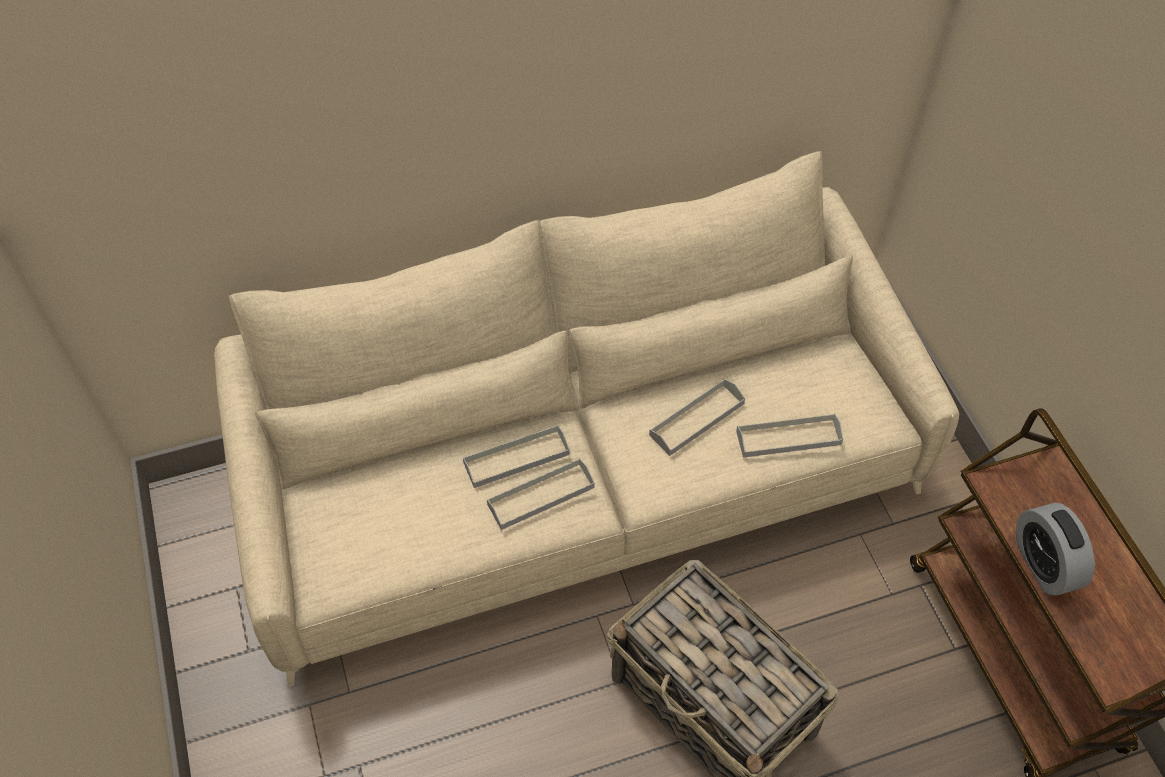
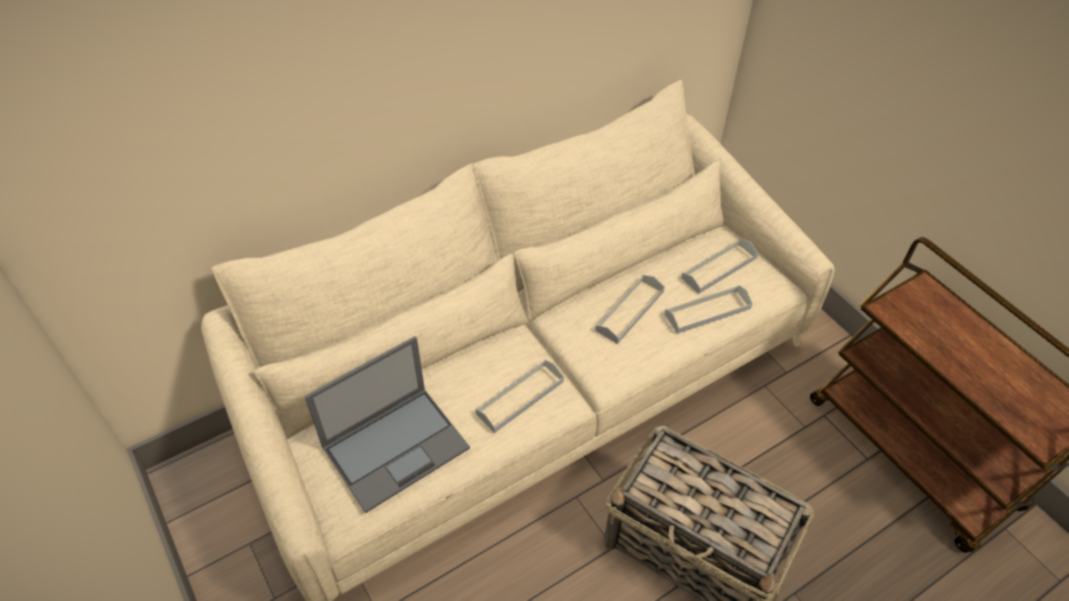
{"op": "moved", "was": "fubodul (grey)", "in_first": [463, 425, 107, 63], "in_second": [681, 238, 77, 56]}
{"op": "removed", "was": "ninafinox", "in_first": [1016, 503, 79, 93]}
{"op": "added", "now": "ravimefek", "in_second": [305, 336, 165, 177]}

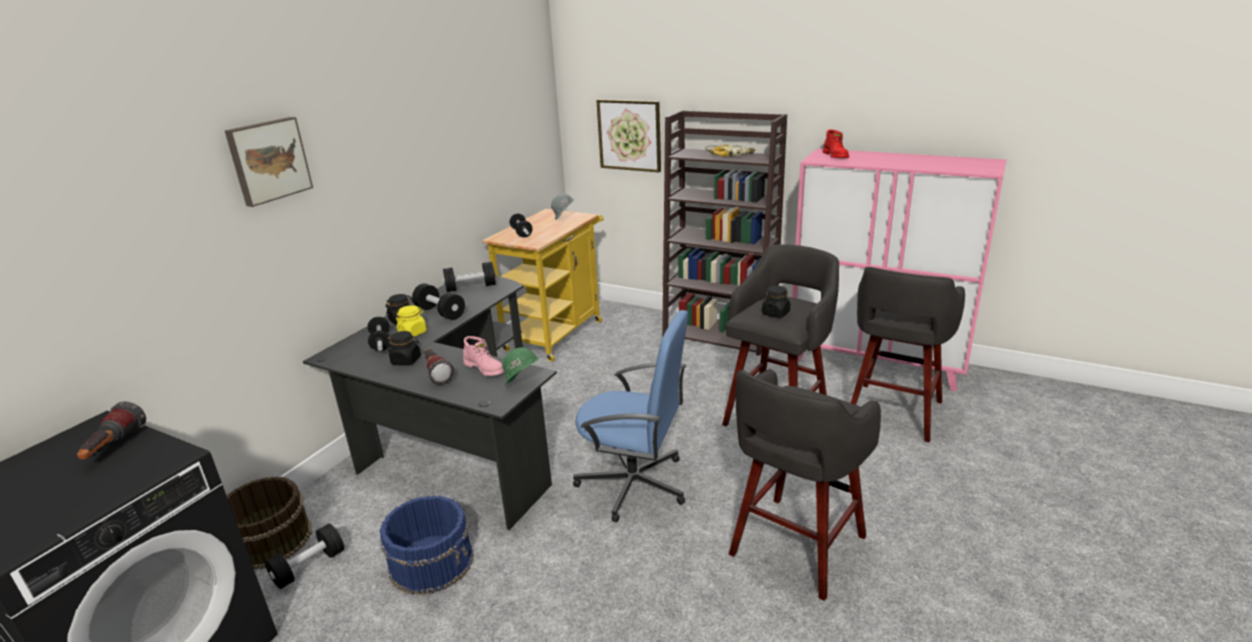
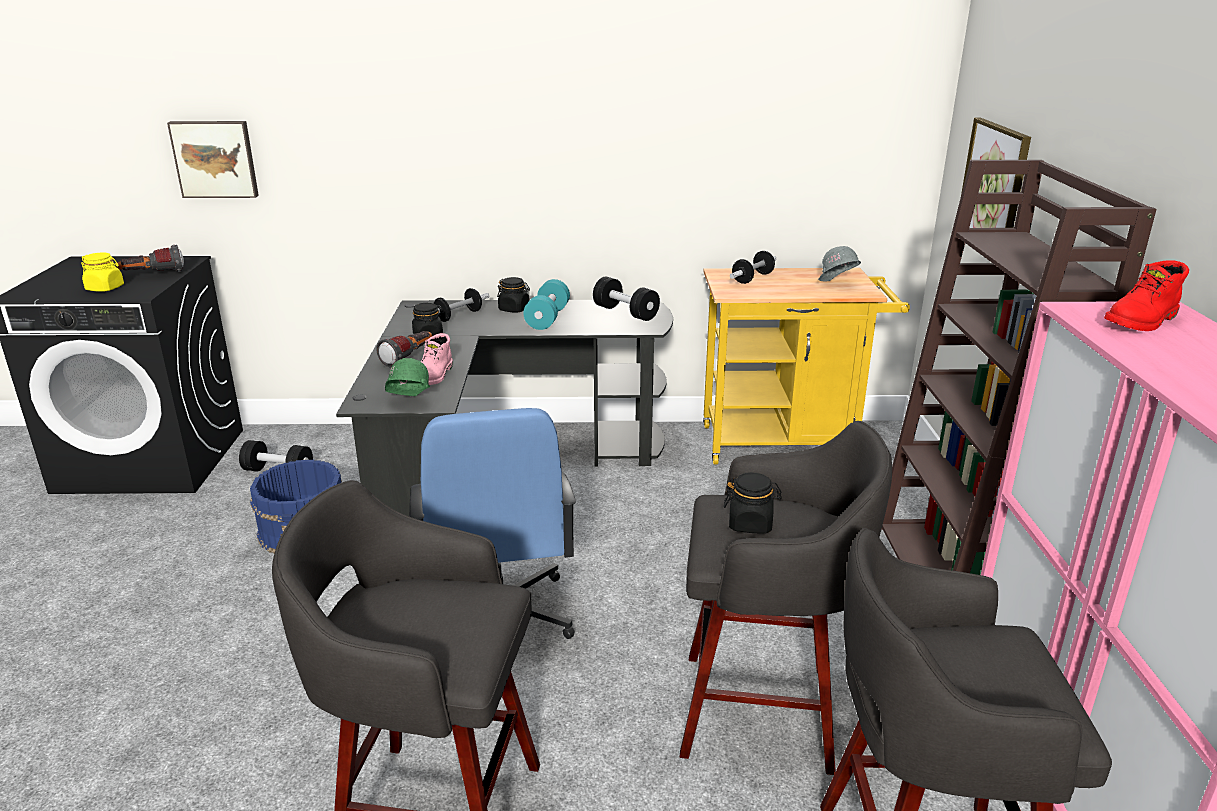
{"op": "moved", "was": "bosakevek", "in_first": [225, 117, 88, 90], "in_second": [167, 121, 92, 77]}
{"op": "removed", "was": "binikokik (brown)", "in_first": [227, 477, 85, 93]}
{"op": "moved", "was": "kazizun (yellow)", "in_first": [396, 305, 31, 31], "in_second": [81, 252, 43, 39]}
{"op": "recoloured", "was": "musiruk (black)", "now": "musiruk (turquoise)", "in_first": [412, 284, 53, 36], "in_second": [523, 279, 47, 51]}
{"op": "removed", "was": "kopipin", "in_first": [705, 144, 50, 13]}

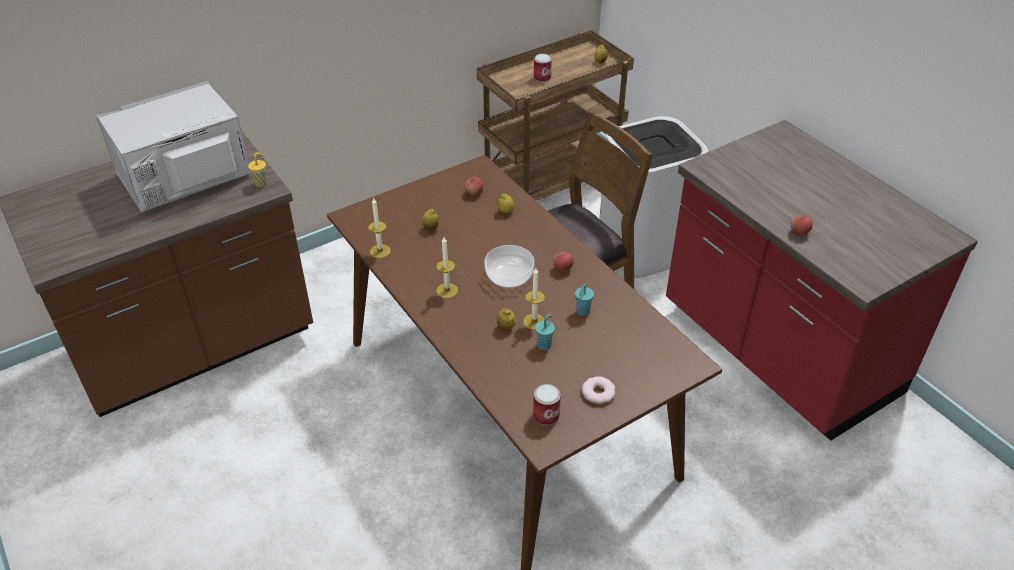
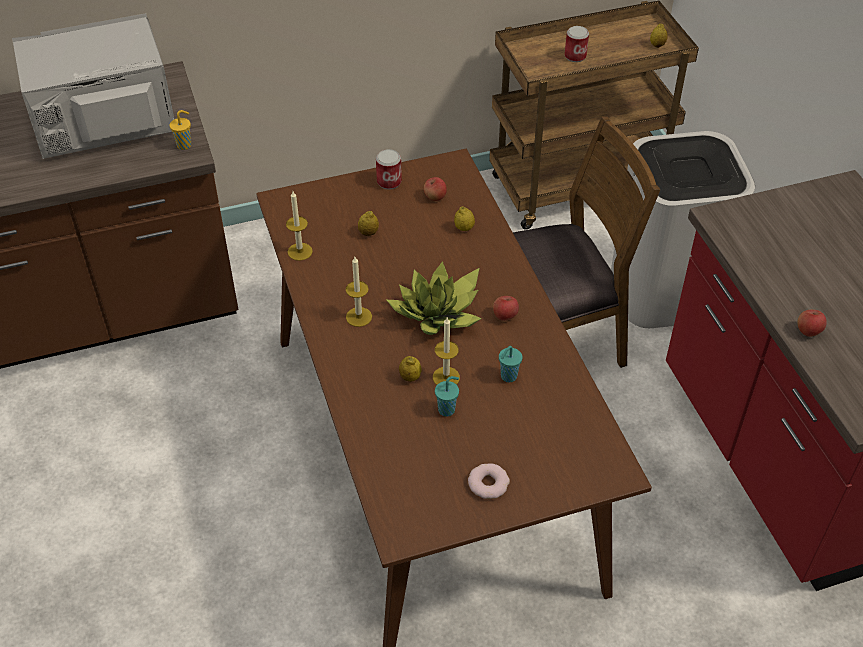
{"op": "replaced", "was": "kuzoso", "now": "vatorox", "in_first": [485, 245, 49, 43], "in_second": [387, 261, 95, 74]}
{"op": "moved", "was": "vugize", "in_first": [533, 384, 28, 41], "in_second": [376, 149, 26, 41]}

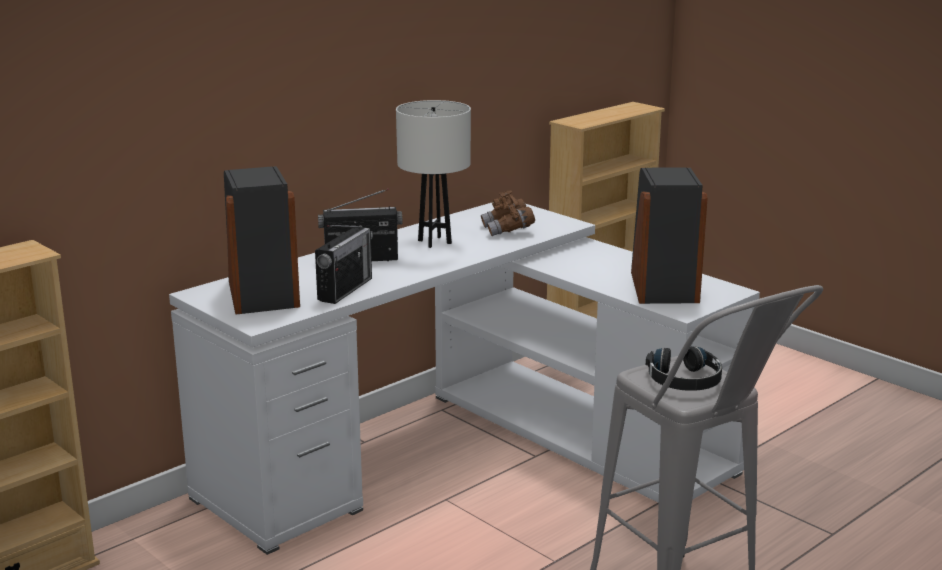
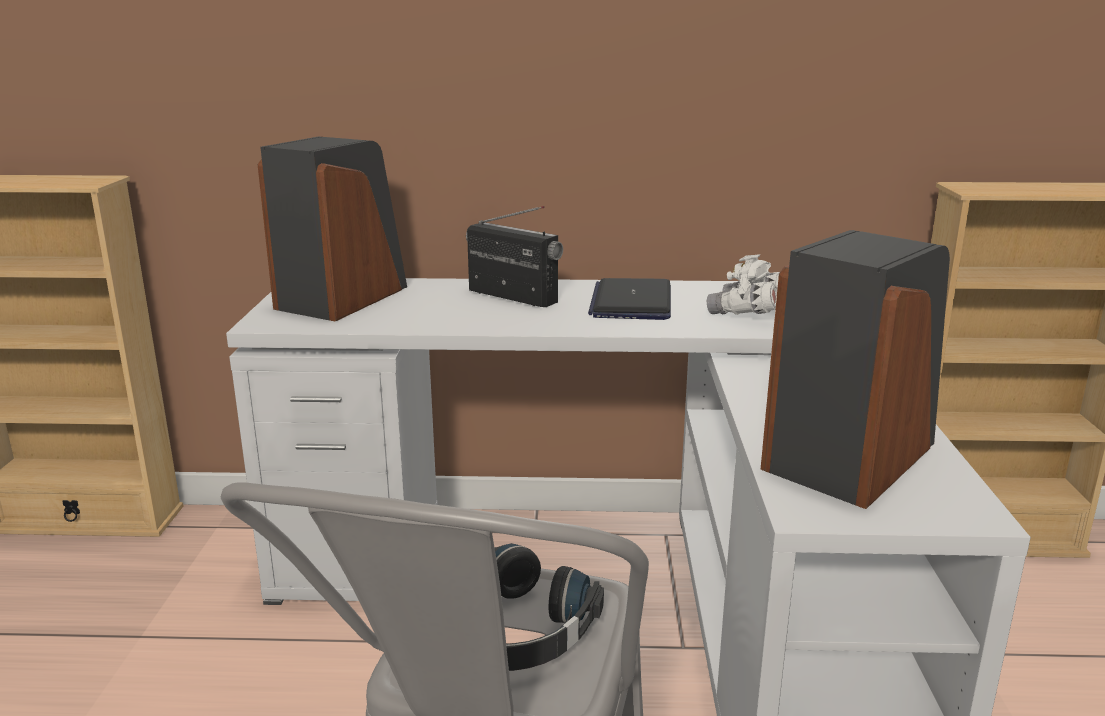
{"op": "removed", "was": "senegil", "in_first": [315, 225, 58, 79]}
{"op": "replaced", "was": "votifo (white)", "now": "ravimefek", "in_first": [396, 100, 75, 148], "in_second": [588, 278, 83, 42]}
{"op": "recoloured", "was": "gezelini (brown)", "now": "gezelini (white)", "in_first": [481, 191, 54, 45], "in_second": [707, 254, 73, 61]}

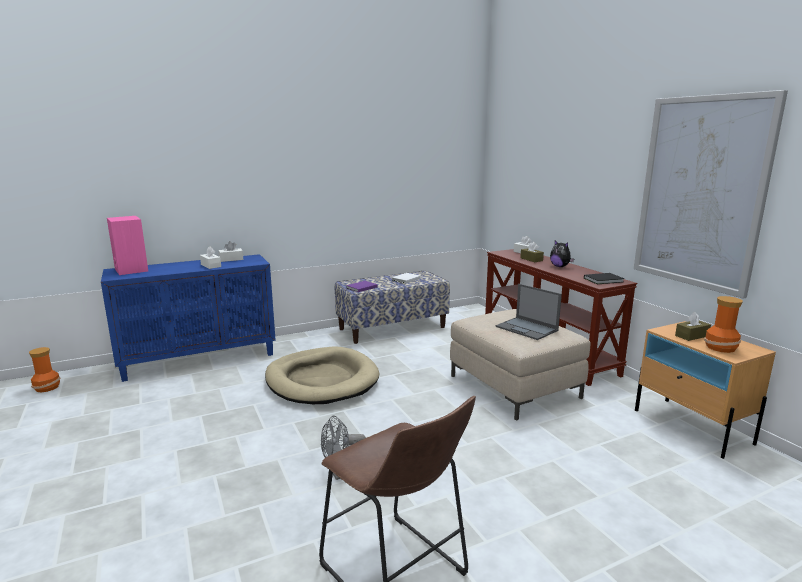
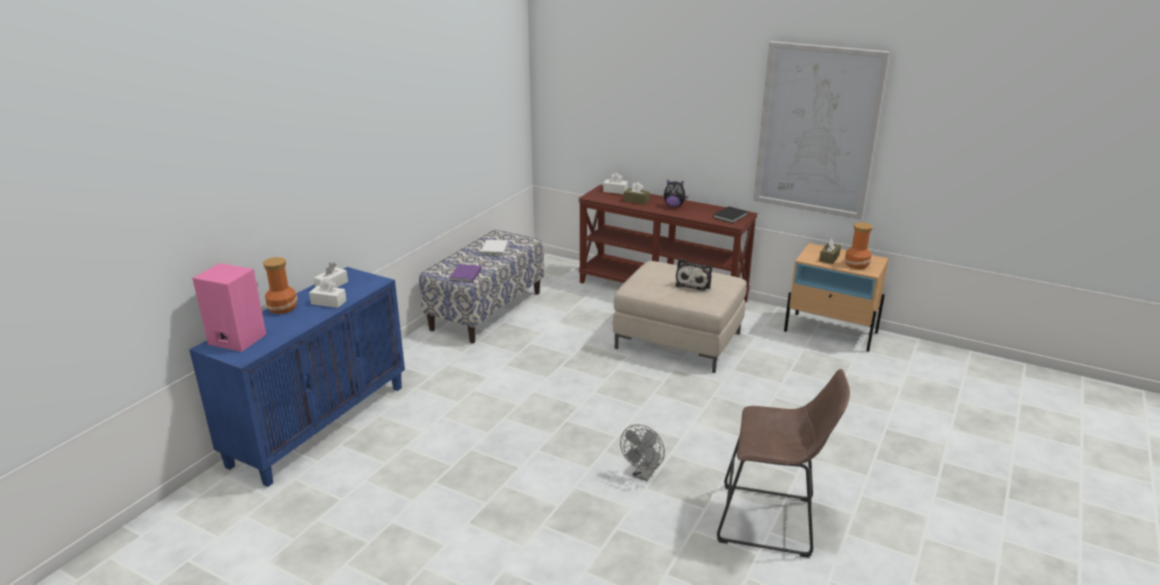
{"op": "moved", "was": "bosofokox", "in_first": [29, 347, 31, 45], "in_second": [263, 257, 35, 57]}
{"op": "removed", "was": "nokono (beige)", "in_first": [265, 347, 115, 57]}
{"op": "replaced", "was": "ravimefek", "now": "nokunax", "in_first": [496, 284, 66, 56], "in_second": [676, 259, 36, 32]}

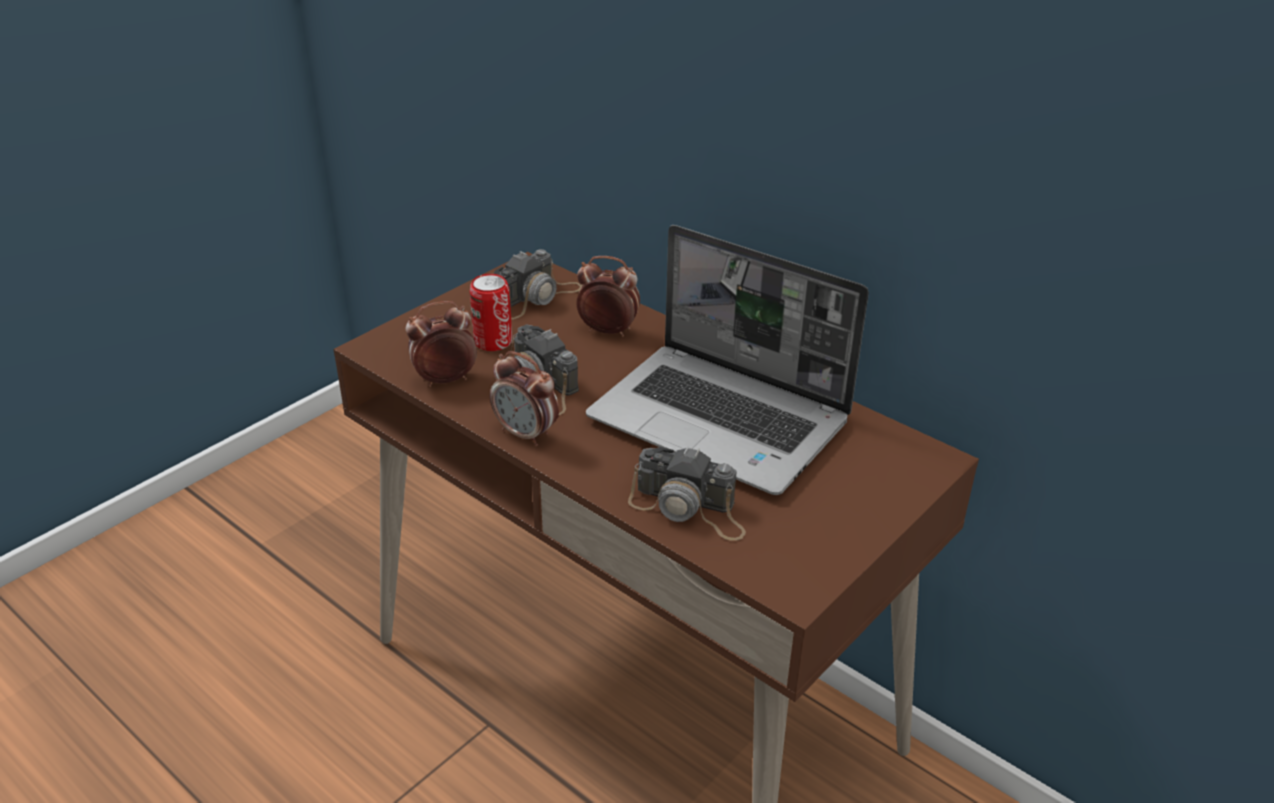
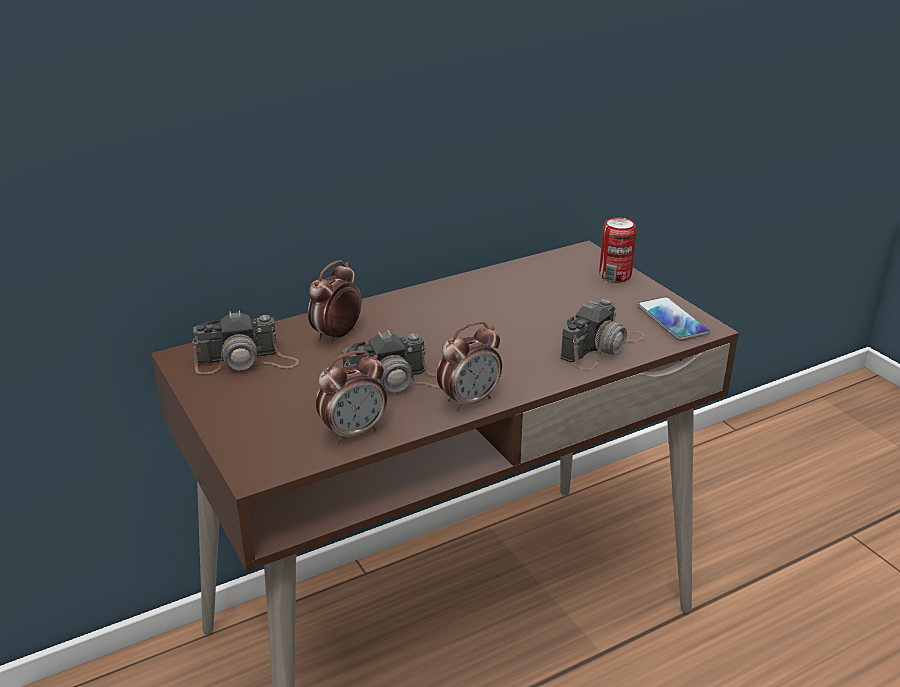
{"op": "turned", "was": "ninafinox", "in_first": [405, 301, 72, 86], "in_second": [316, 350, 71, 94], "clockwise": -120}
{"op": "moved", "was": "vugize", "in_first": [470, 274, 42, 77], "in_second": [599, 217, 37, 66]}
{"op": "turned", "was": "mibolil", "in_first": [494, 249, 89, 70], "in_second": [192, 310, 107, 64], "clockwise": 105}
{"op": "removed", "was": "ravimefek", "in_first": [586, 225, 283, 270]}
{"op": "added", "now": "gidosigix", "in_second": [637, 297, 73, 44]}

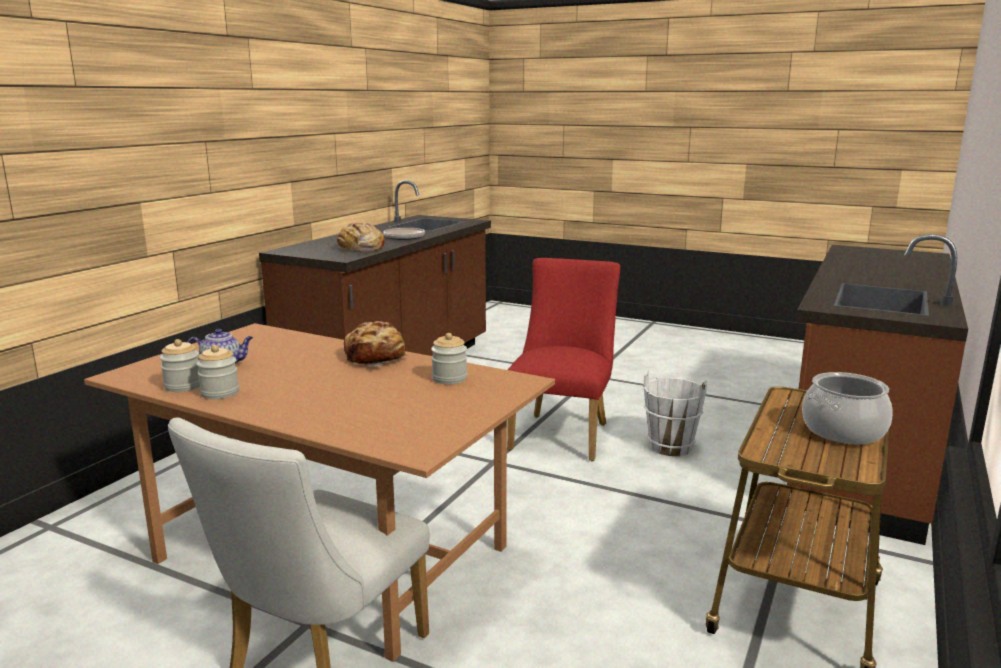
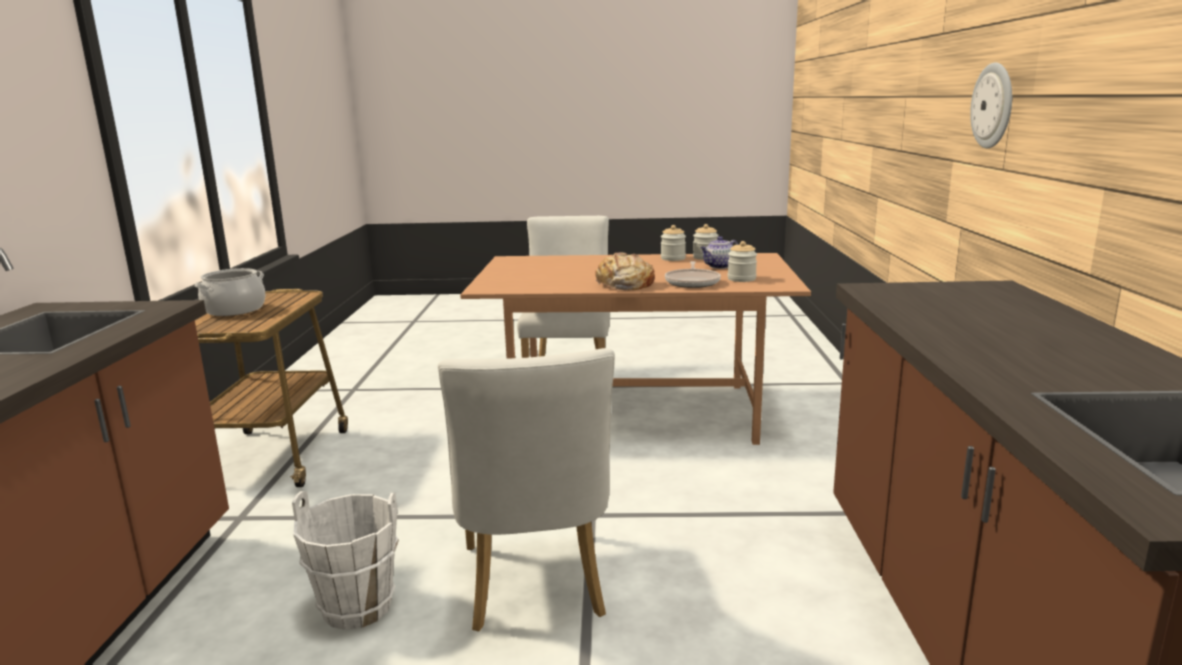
{"op": "removed", "was": "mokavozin", "in_first": [337, 223, 48, 29]}
{"op": "moved", "was": "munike", "in_first": [383, 228, 42, 12], "in_second": [665, 261, 56, 27]}
{"op": "moved", "was": "kazizun", "in_first": [431, 333, 36, 51], "in_second": [728, 241, 29, 41]}
{"op": "recoloured", "was": "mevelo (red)", "now": "mevelo (white)", "in_first": [507, 258, 114, 203], "in_second": [438, 348, 177, 283]}
{"op": "added", "now": "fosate", "in_second": [970, 63, 42, 85]}

